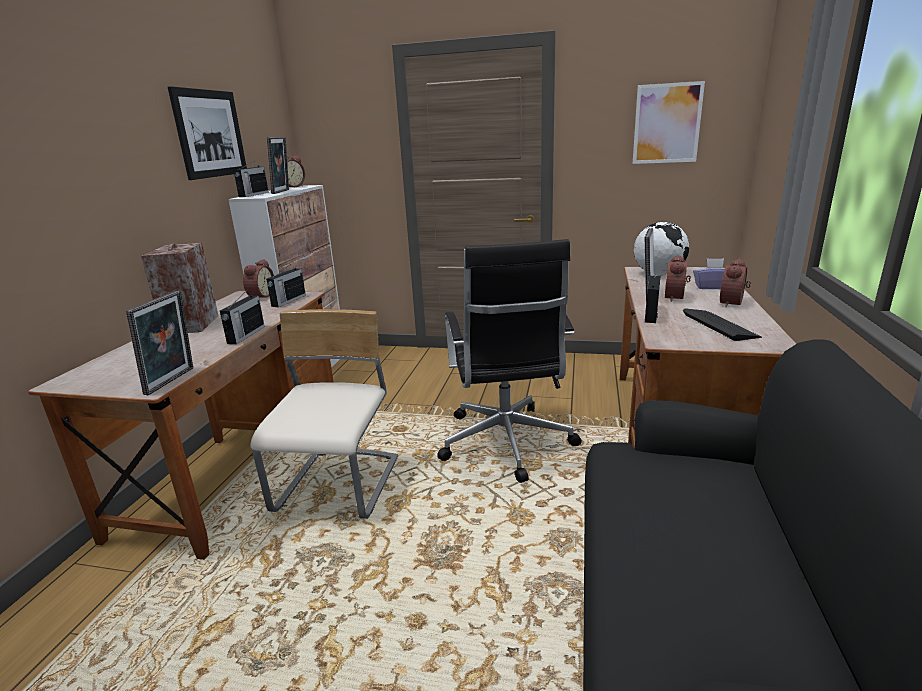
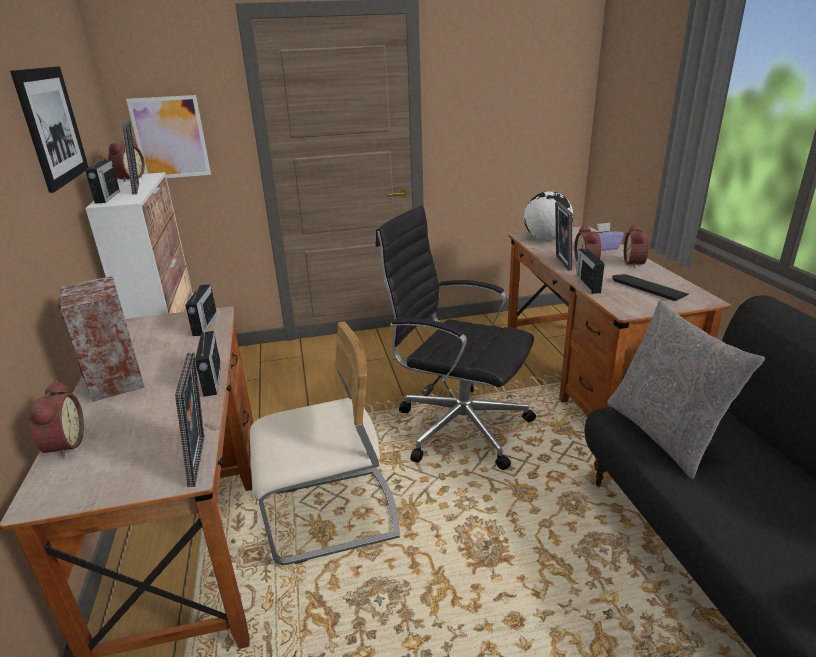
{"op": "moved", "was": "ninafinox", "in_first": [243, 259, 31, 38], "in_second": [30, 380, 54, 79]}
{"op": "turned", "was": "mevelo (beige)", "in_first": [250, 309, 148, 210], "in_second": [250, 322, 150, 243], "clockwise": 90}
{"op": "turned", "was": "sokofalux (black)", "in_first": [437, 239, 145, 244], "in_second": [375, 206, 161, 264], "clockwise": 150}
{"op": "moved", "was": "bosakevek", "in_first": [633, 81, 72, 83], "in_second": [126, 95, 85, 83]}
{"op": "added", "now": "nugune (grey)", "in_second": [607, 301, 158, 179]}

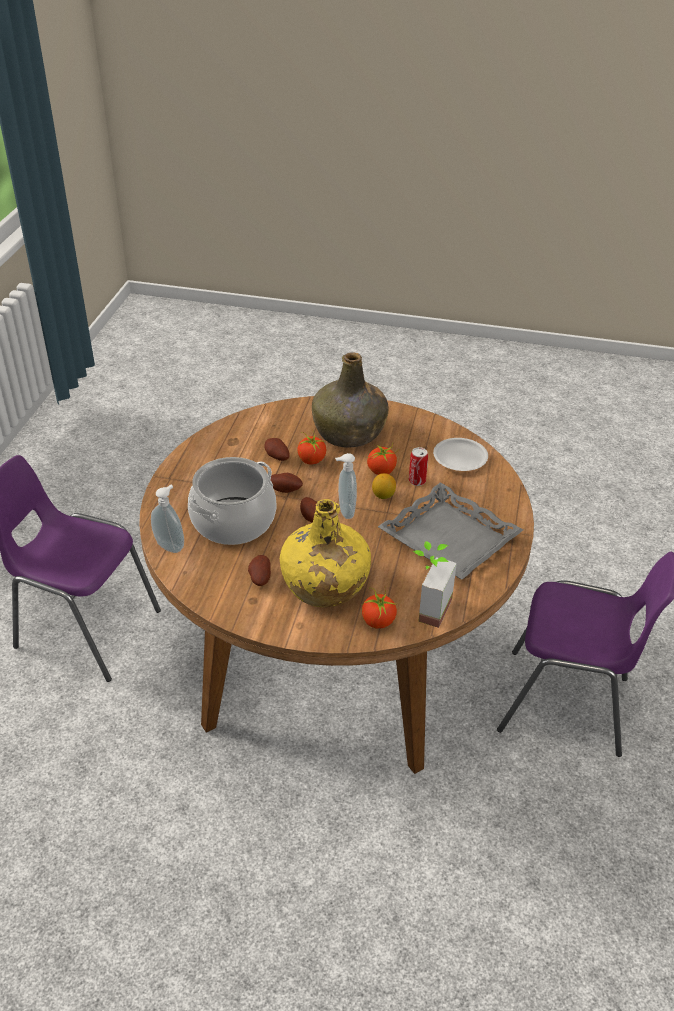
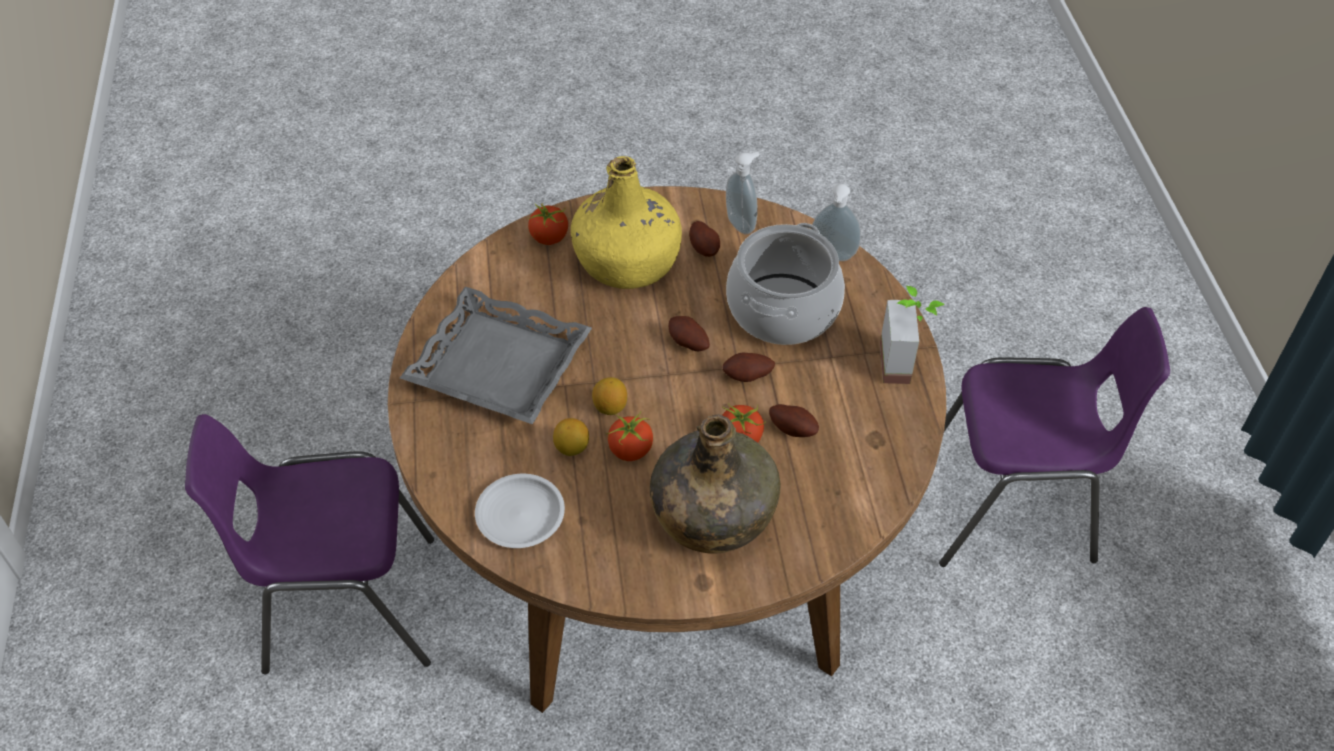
{"op": "moved", "was": "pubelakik", "in_first": [335, 453, 22, 66], "in_second": [726, 152, 33, 82]}
{"op": "replaced", "was": "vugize", "now": "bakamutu", "in_first": [409, 447, 19, 39], "in_second": [553, 418, 36, 38]}
{"op": "moved", "was": "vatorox", "in_first": [413, 541, 44, 87], "in_second": [880, 286, 65, 98]}

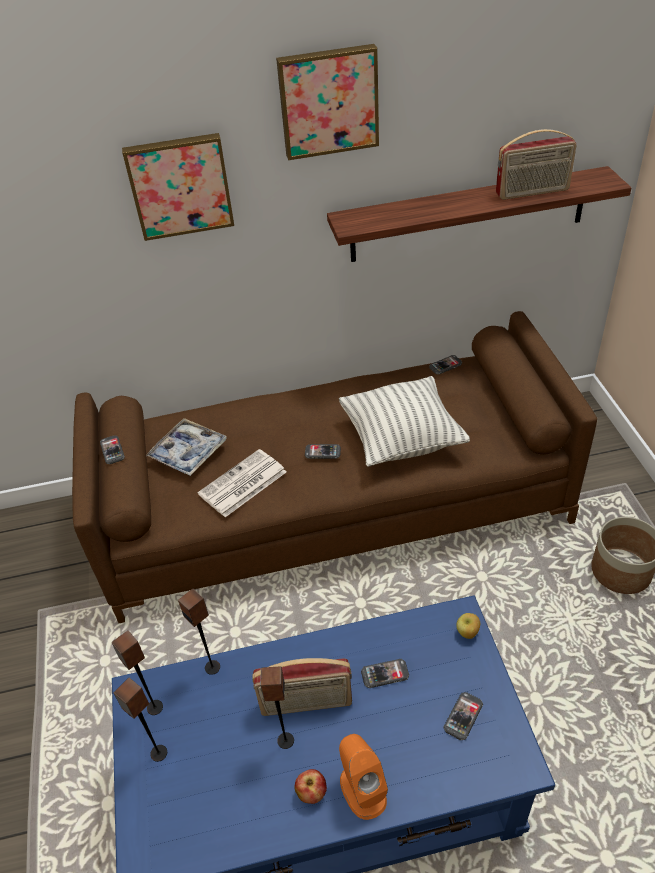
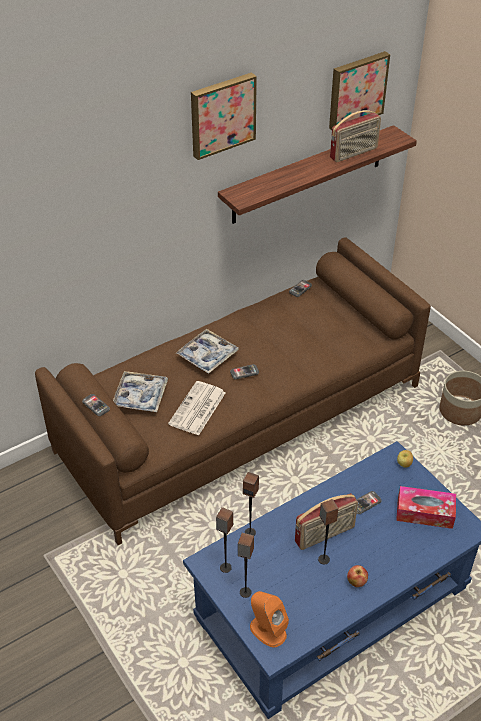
{"op": "moved", "was": "bosakevek", "in_first": [122, 133, 112, 108], "in_second": [329, 51, 61, 79]}
{"op": "removed", "was": "nugune", "in_first": [339, 376, 131, 91]}
{"op": "moved", "was": "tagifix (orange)", "in_first": [339, 734, 49, 86], "in_second": [250, 591, 39, 56]}
{"op": "replaced", "was": "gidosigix", "now": "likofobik", "in_first": [444, 692, 39, 48], "in_second": [396, 486, 60, 43]}
{"op": "added", "now": "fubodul", "in_second": [175, 329, 63, 45]}

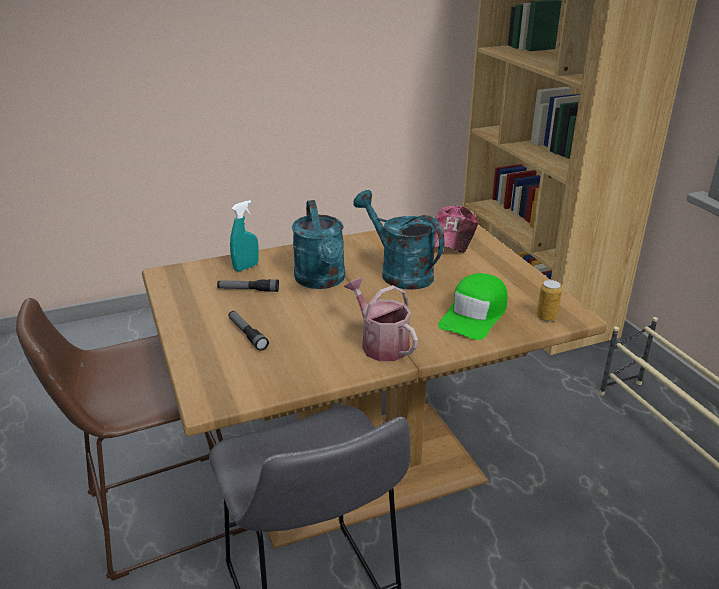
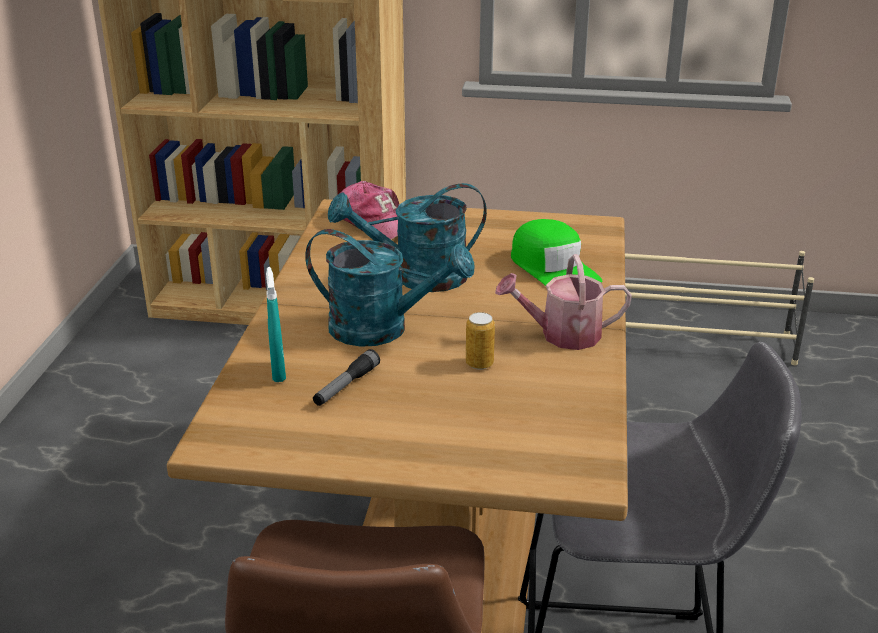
{"op": "removed", "was": "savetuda", "in_first": [228, 311, 41, 40]}
{"op": "moved", "was": "vugize", "in_first": [537, 280, 25, 42], "in_second": [466, 312, 29, 58]}

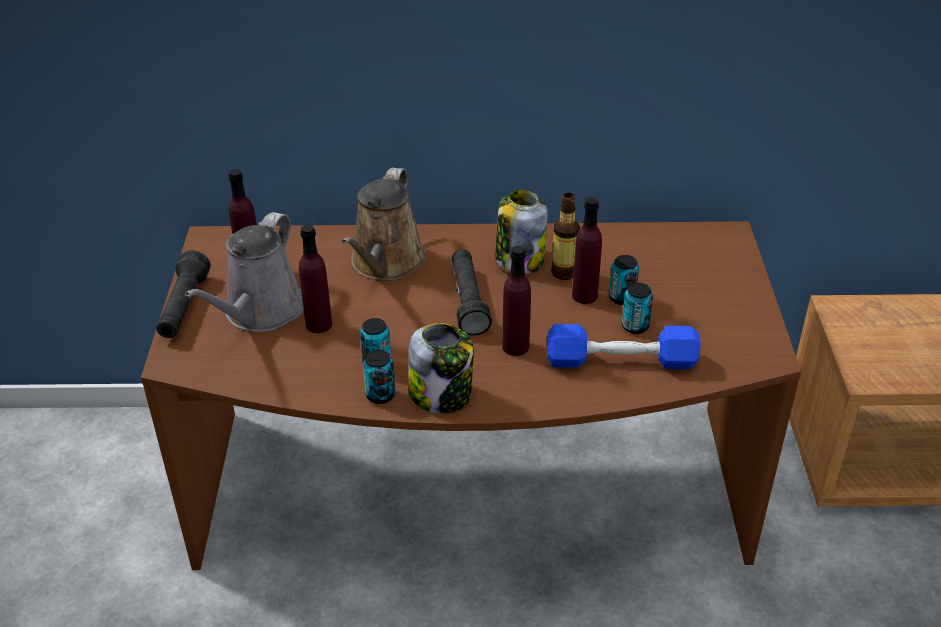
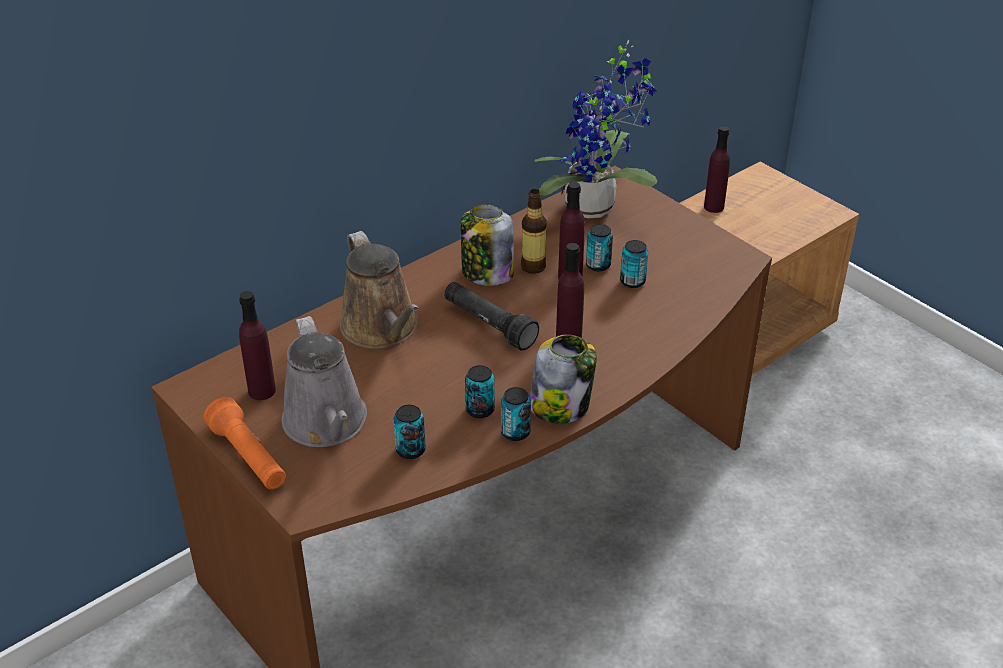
{"op": "recoloured", "was": "savetuda (black)", "now": "savetuda (orange)", "in_first": [156, 250, 55, 88], "in_second": [204, 397, 82, 92]}
{"op": "moved", "was": "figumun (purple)", "in_first": [299, 225, 33, 108], "in_second": [704, 126, 26, 87]}
{"op": "removed", "was": "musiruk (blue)", "in_first": [547, 324, 154, 45]}
{"op": "added", "now": "vugize", "in_second": [393, 405, 33, 54]}
{"op": "added", "now": "vatorox", "in_second": [534, 40, 124, 178]}

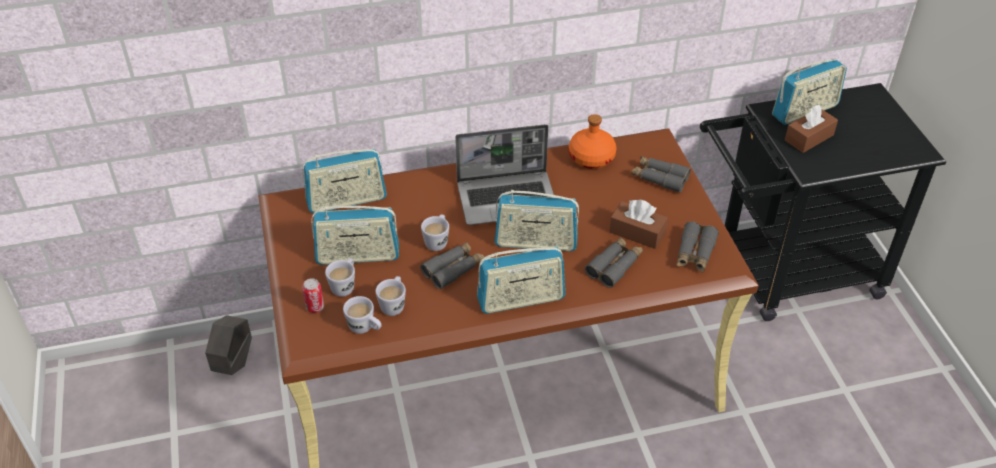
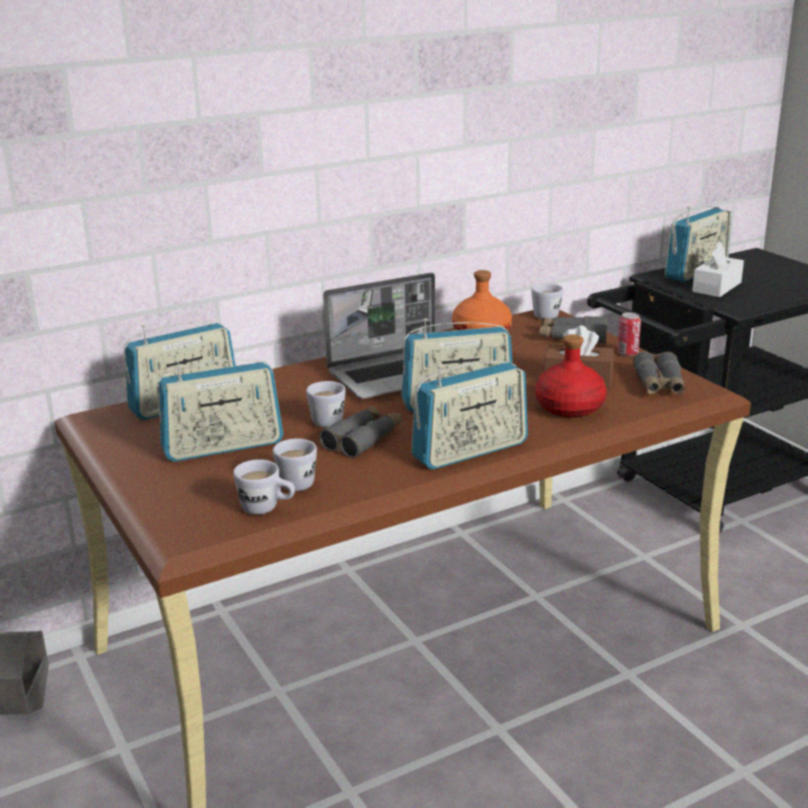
{"op": "moved", "was": "vugize", "in_first": [302, 278, 22, 35], "in_second": [617, 312, 24, 44]}
{"op": "moved", "was": "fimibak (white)", "in_first": [325, 258, 30, 39], "in_second": [531, 283, 32, 36]}
{"op": "replaced", "was": "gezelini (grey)", "now": "figumun (red)", "in_first": [585, 237, 58, 51], "in_second": [535, 334, 72, 84]}
{"op": "recoloured", "was": "likofobik (brown)", "now": "likofobik (white)", "in_first": [785, 105, 53, 48], "in_second": [692, 242, 52, 55]}

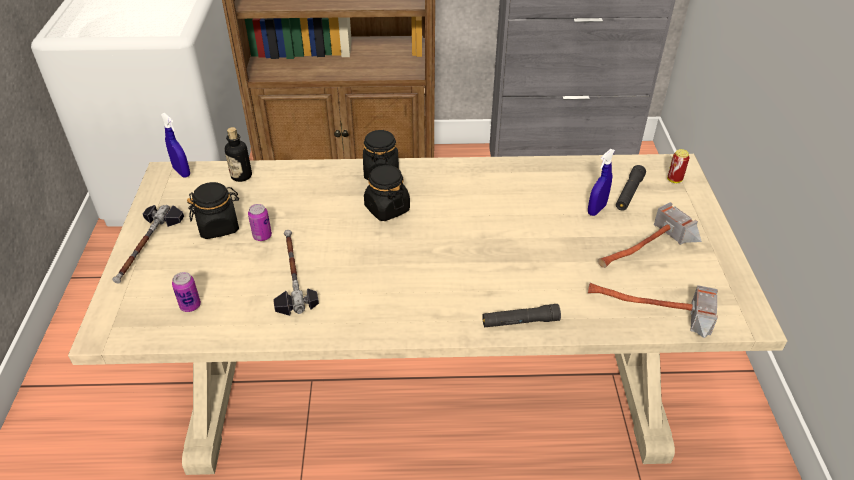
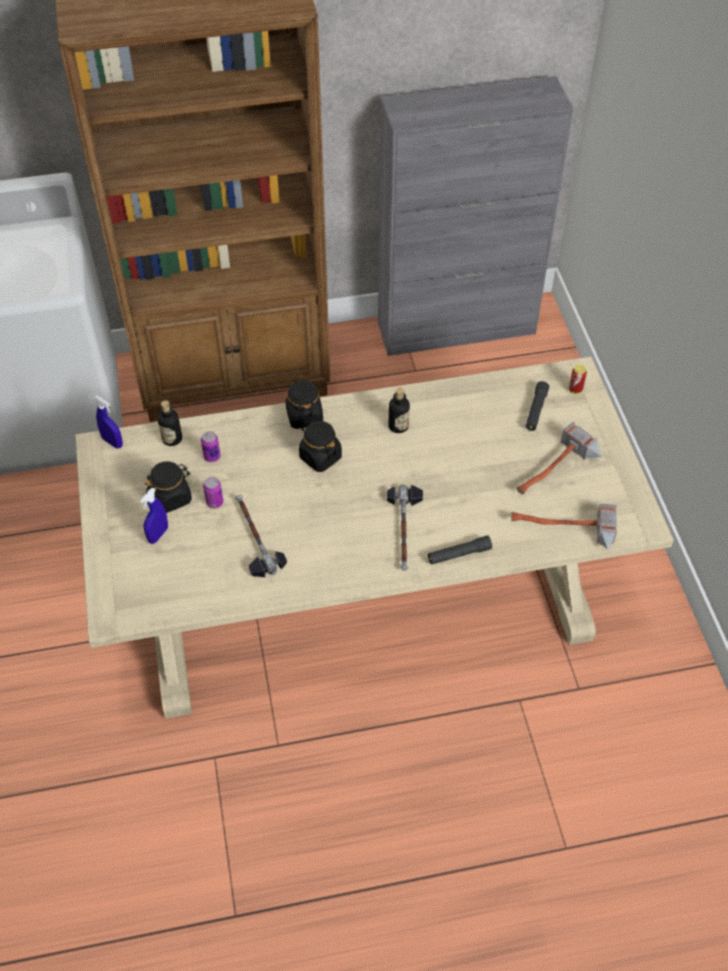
{"op": "moved", "was": "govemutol", "in_first": [112, 205, 72, 79], "in_second": [387, 484, 36, 87]}
{"op": "moved", "was": "vugize", "in_first": [172, 272, 29, 40], "in_second": [201, 431, 19, 31]}
{"op": "moved", "was": "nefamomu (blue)", "in_first": [588, 149, 27, 67], "in_second": [140, 488, 28, 56]}
{"op": "added", "now": "figumun", "in_second": [389, 388, 21, 45]}

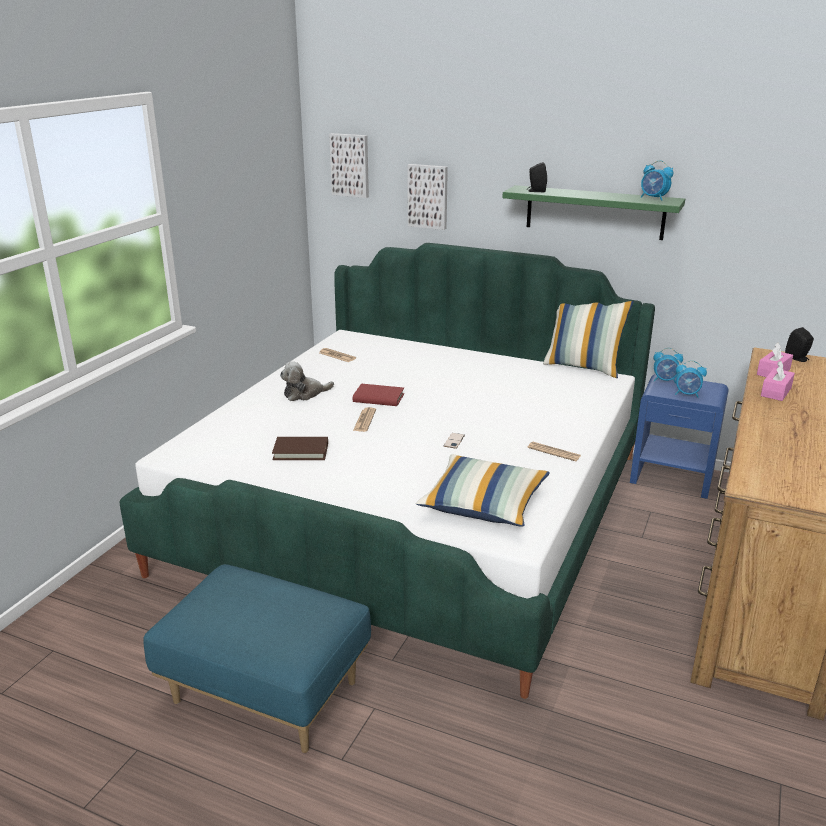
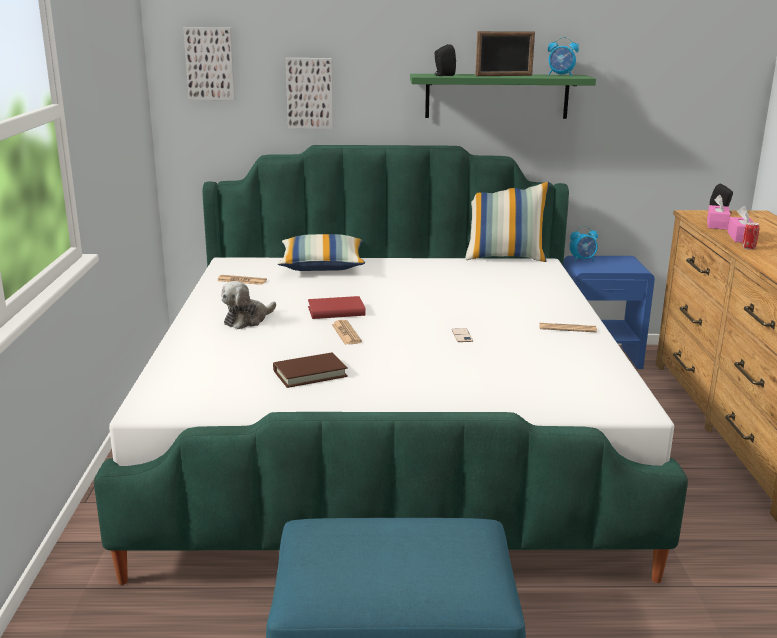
{"op": "moved", "was": "nugune", "in_first": [416, 454, 134, 73], "in_second": [278, 234, 87, 37]}
{"op": "removed", "was": "ninafinox", "in_first": [675, 361, 32, 37]}
{"op": "added", "now": "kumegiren", "in_second": [475, 31, 60, 45]}
{"op": "added", "now": "vugize", "in_second": [742, 222, 18, 28]}

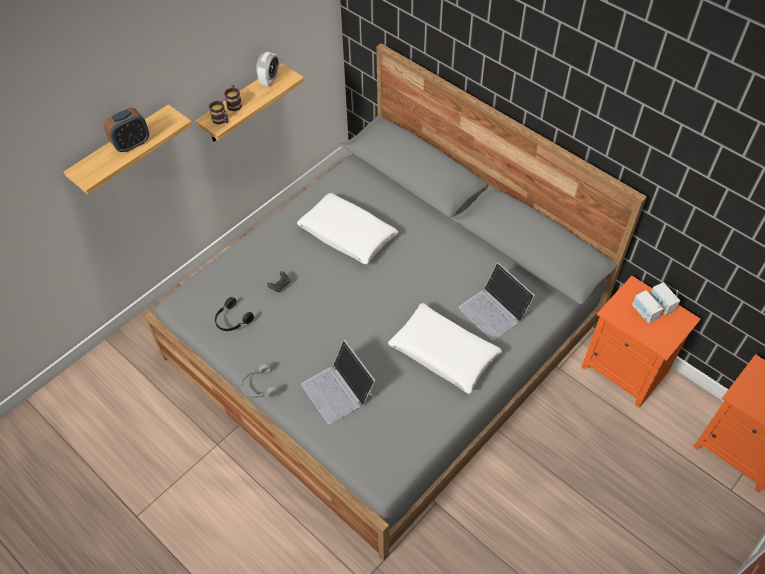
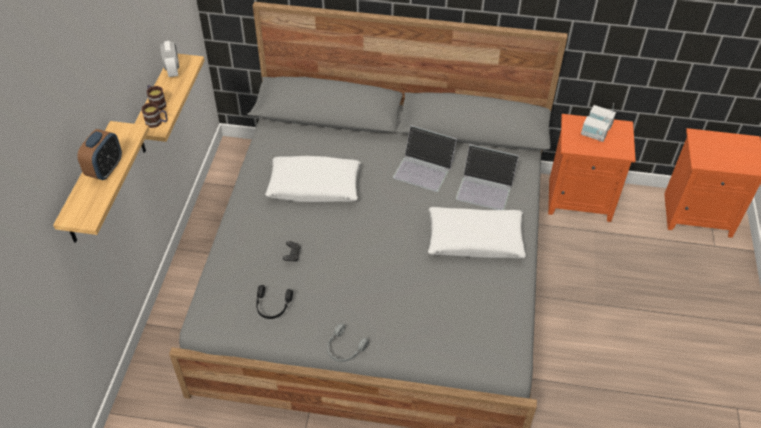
{"op": "moved", "was": "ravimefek", "in_first": [301, 340, 75, 85], "in_second": [393, 125, 64, 67]}

